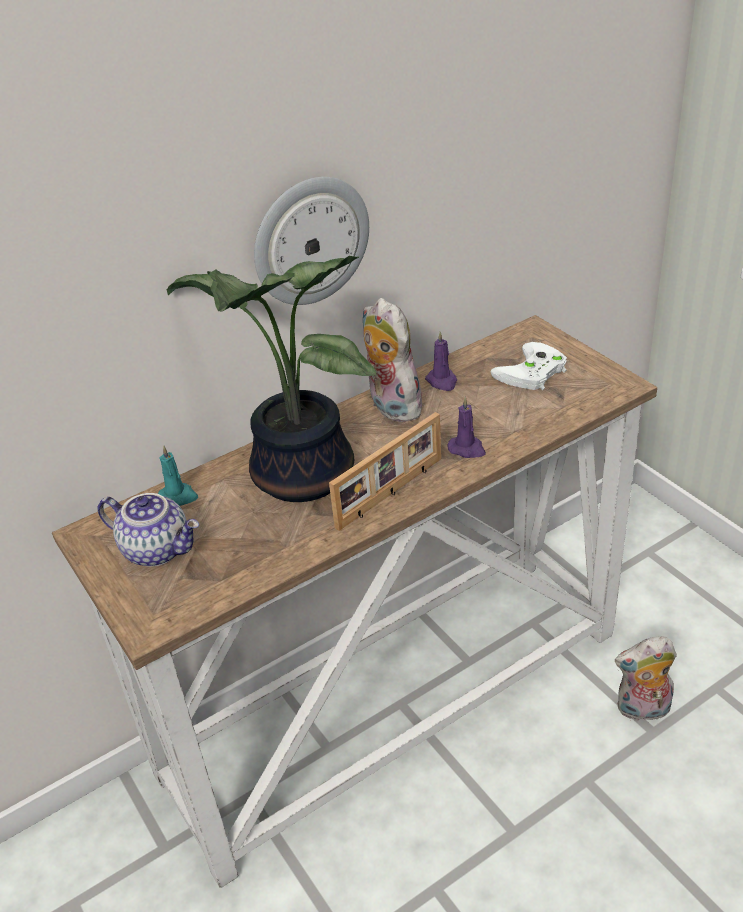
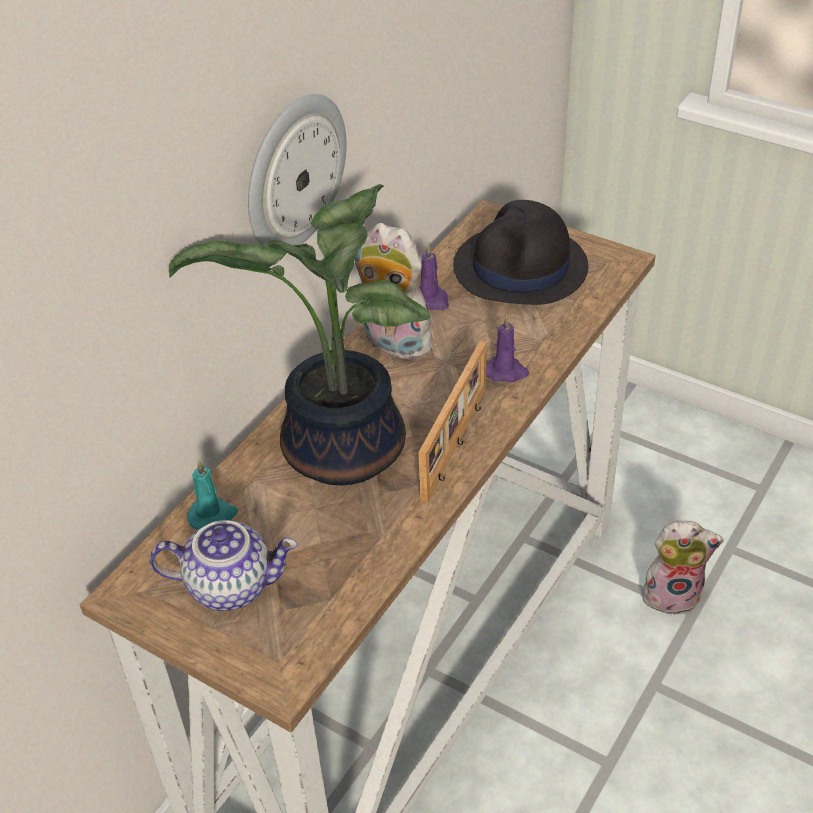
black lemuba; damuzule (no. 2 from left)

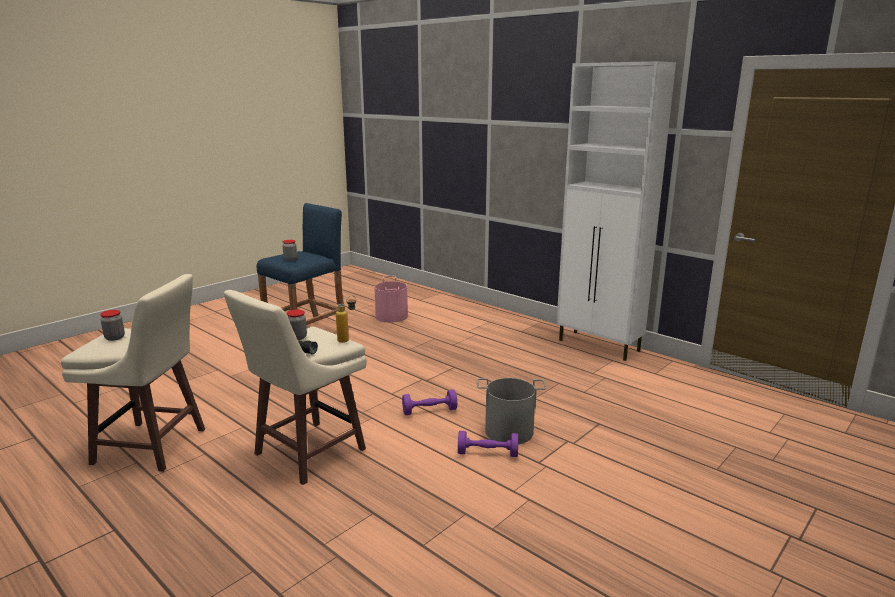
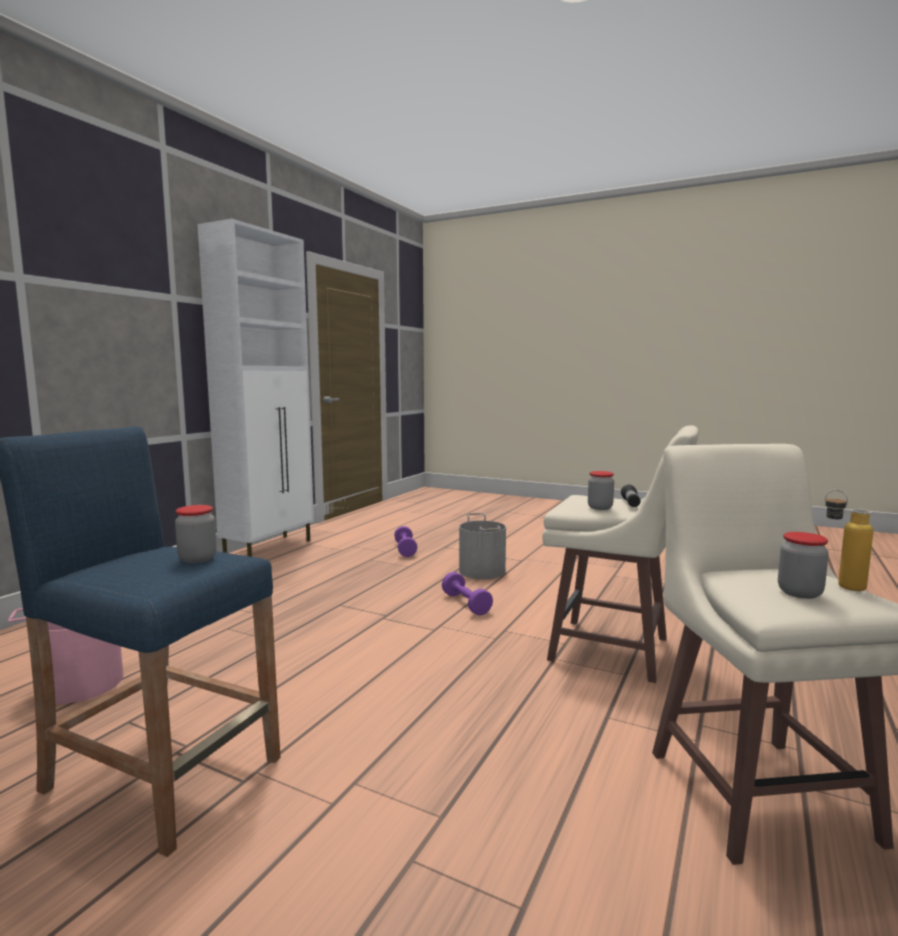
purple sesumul (no. 1 from left); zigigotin

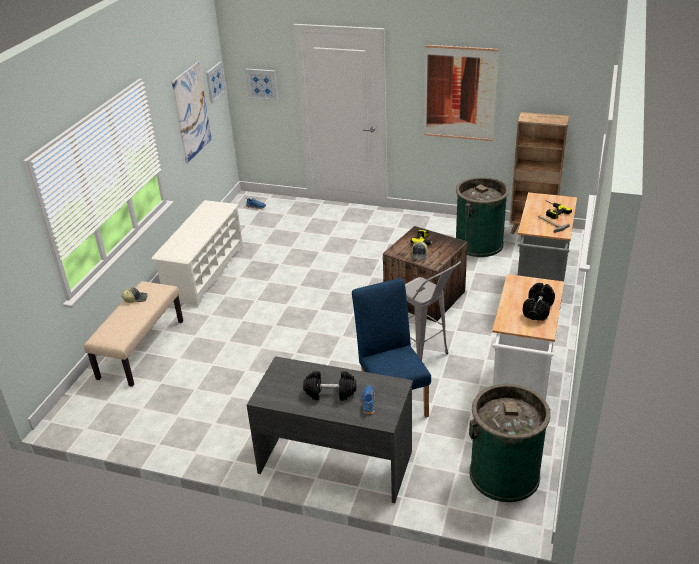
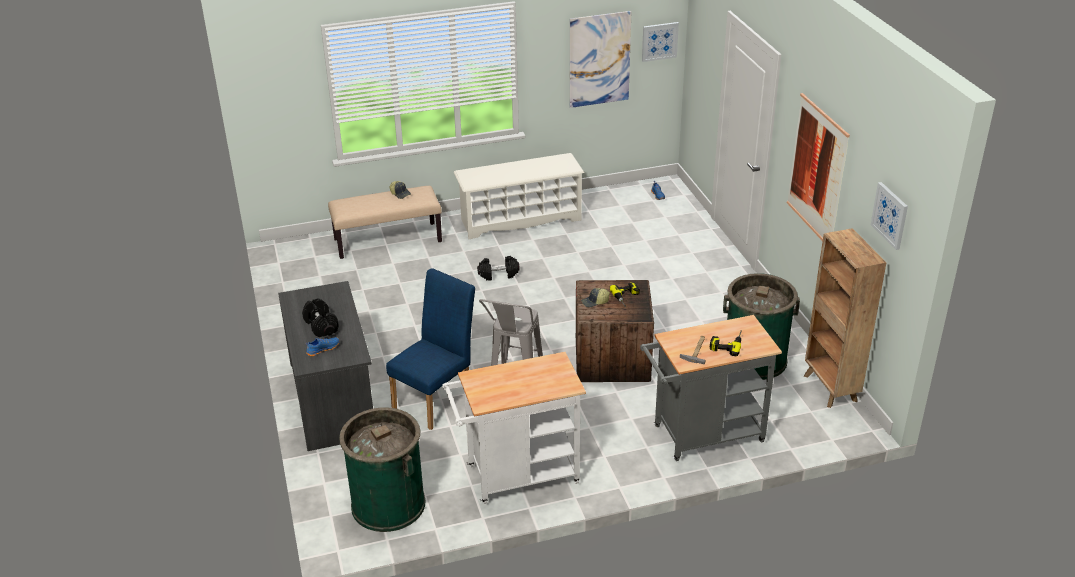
black sesumul (no. 2 from left); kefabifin (no. 4 from left)

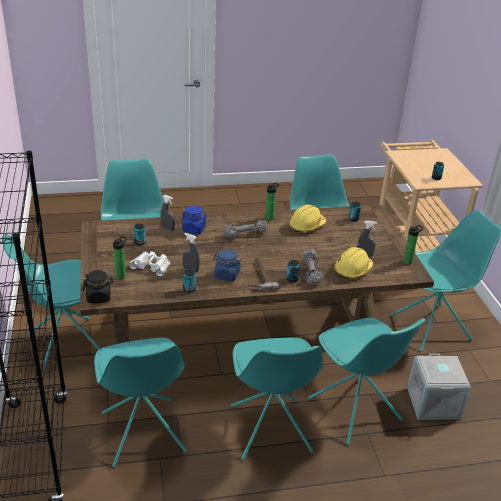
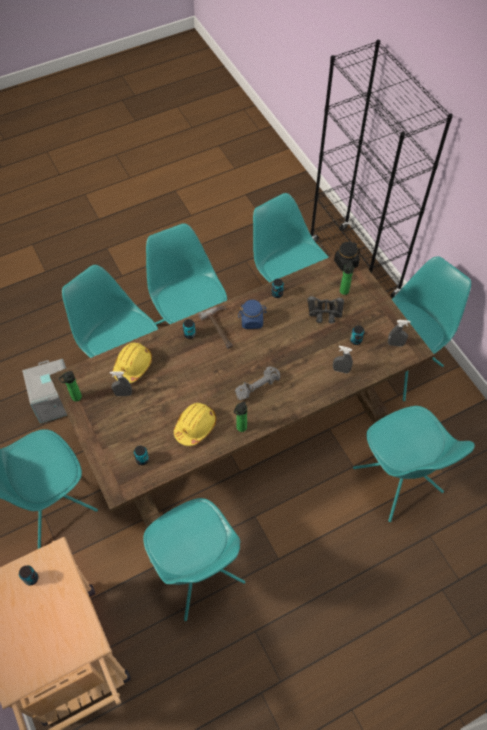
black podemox; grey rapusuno (no. 3 from left); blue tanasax (no. 1 from left in the first image); grey sesumul (no. 2 from left in the first image)

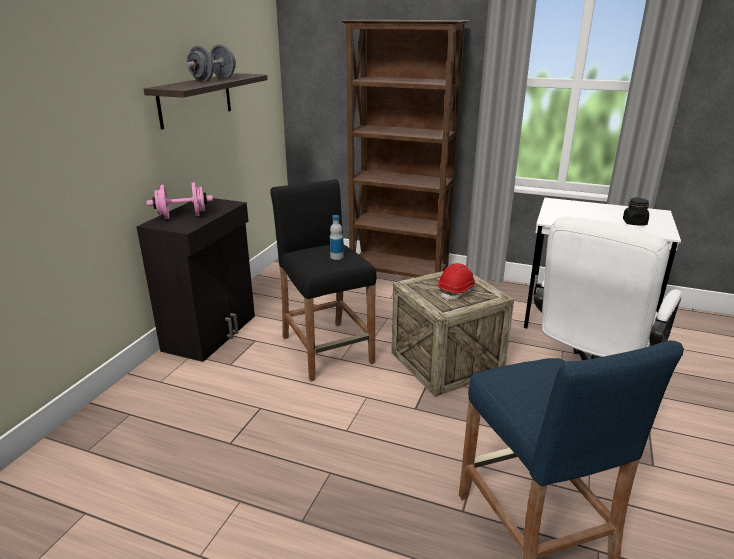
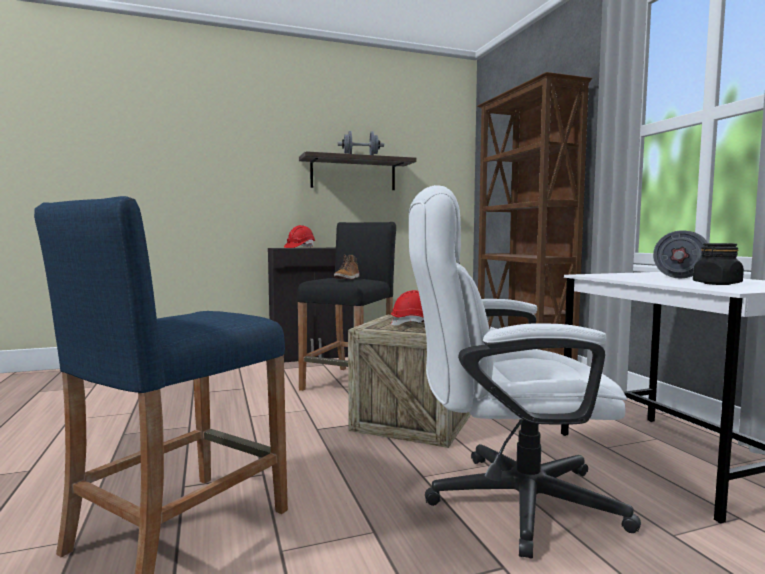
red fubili (no. 1 from left); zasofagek; grey sesumul (no. 2 from left)

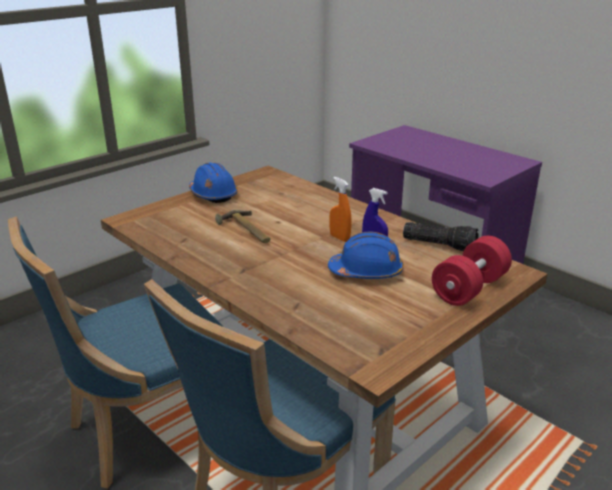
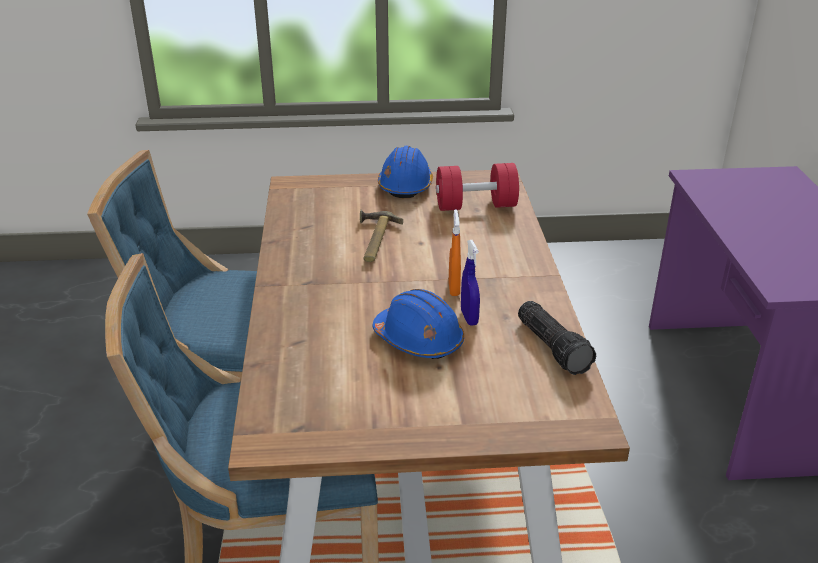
red sesumul

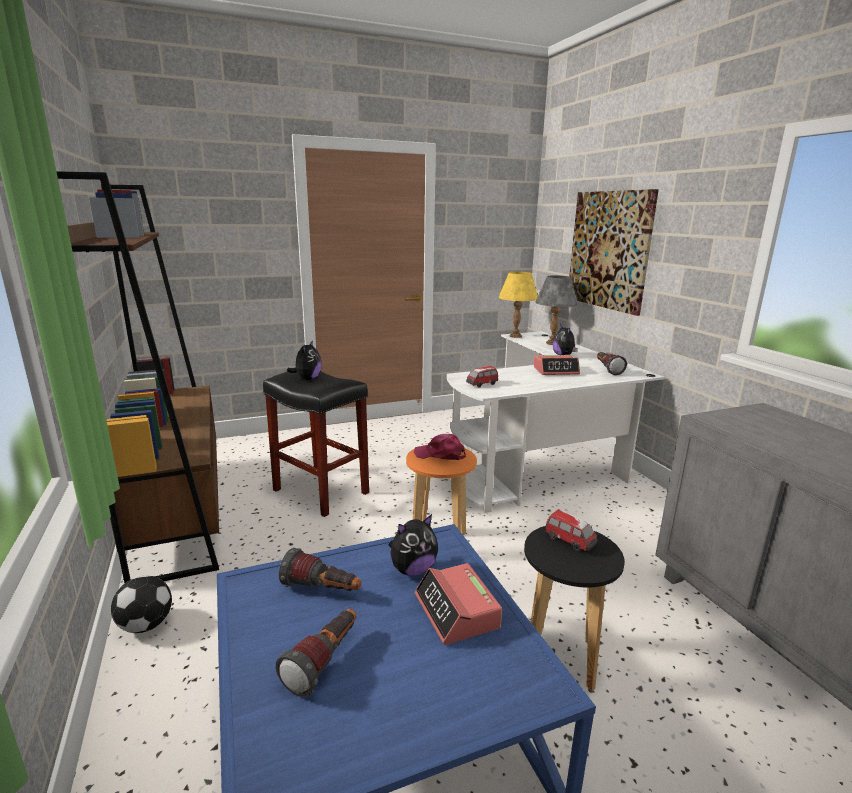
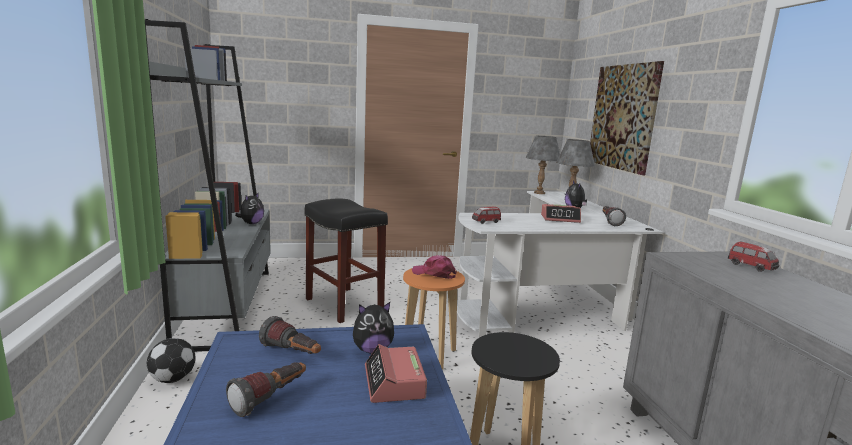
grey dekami; damuzule (no. 1 from left); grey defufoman (no. 1 from left); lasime (no. 2 from left)

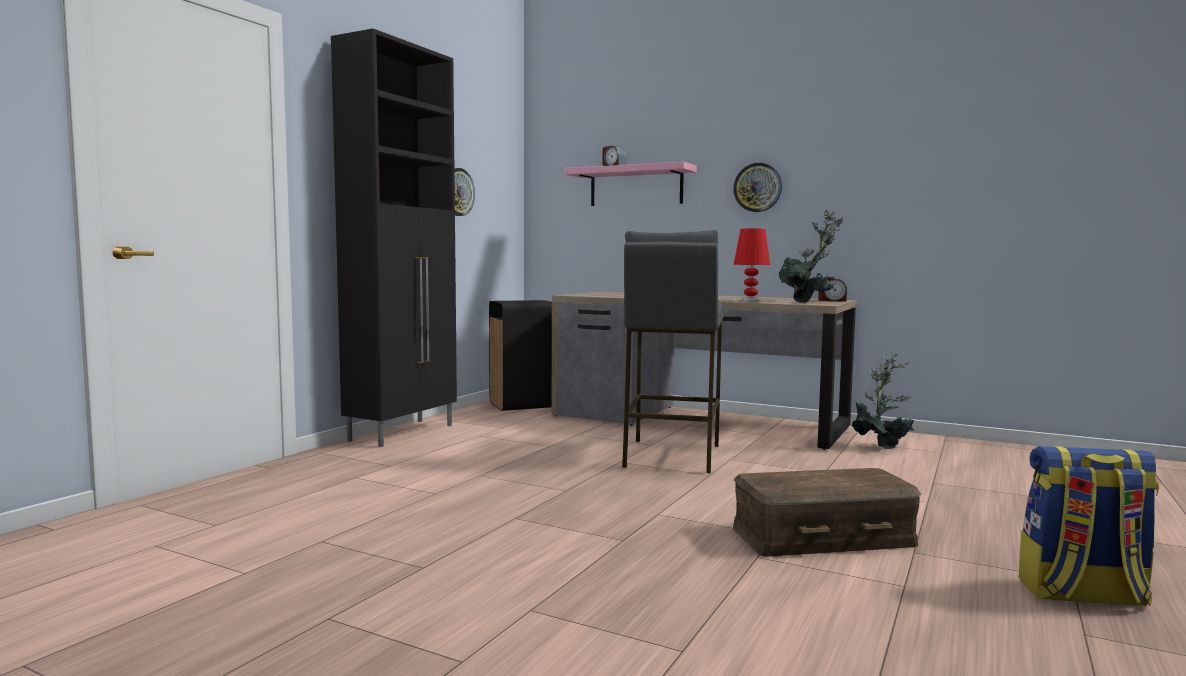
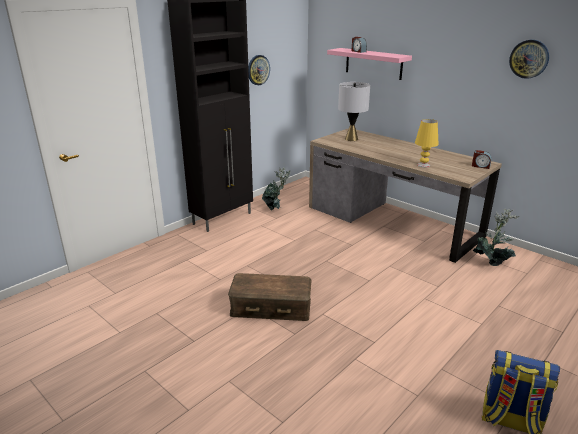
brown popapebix; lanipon (no. 1 from left); grey defufoman; yellow defufoman; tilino (no. 2 from left); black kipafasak; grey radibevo

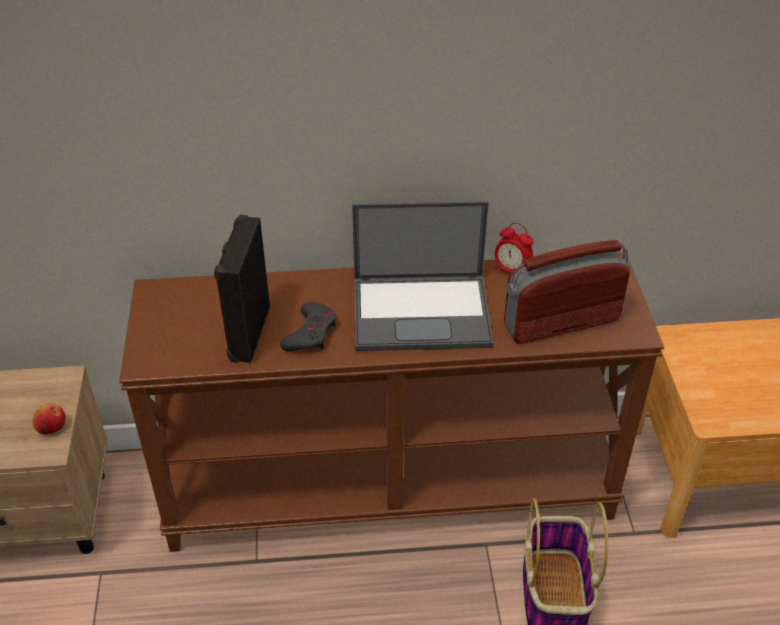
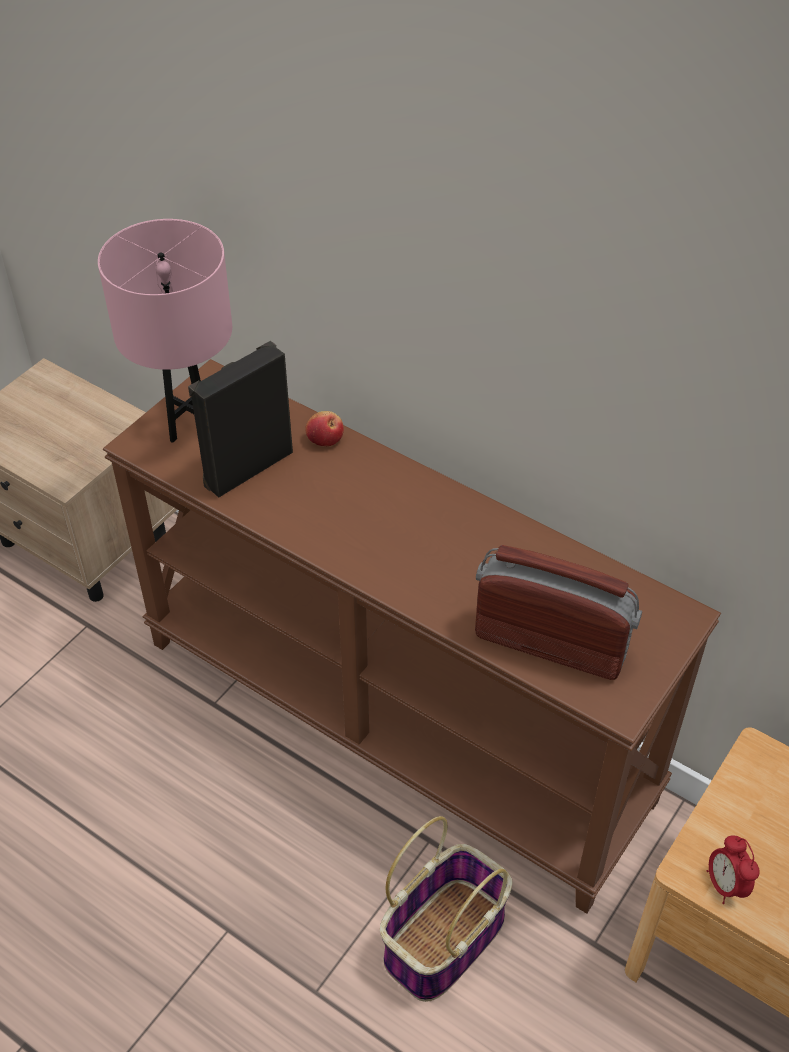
pink defufoman; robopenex; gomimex; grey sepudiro; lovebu

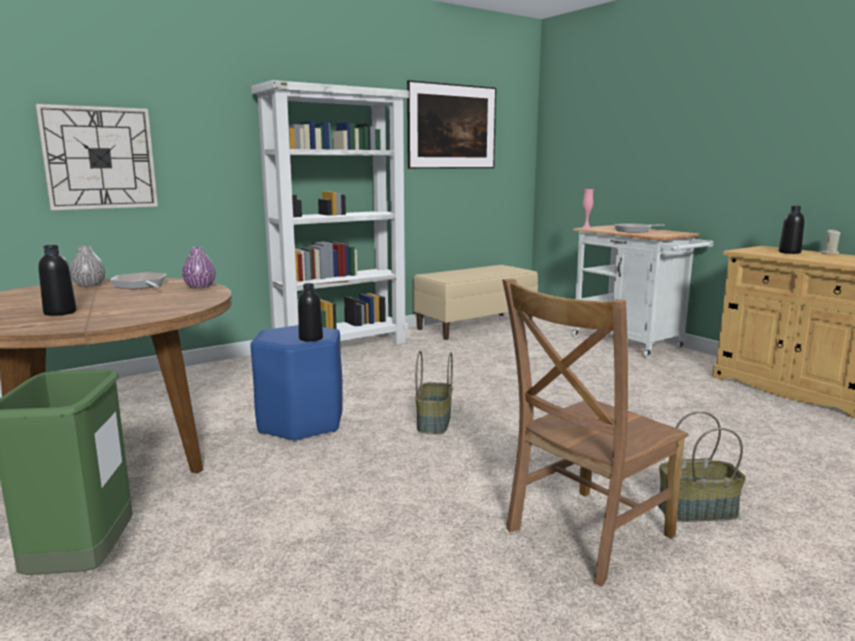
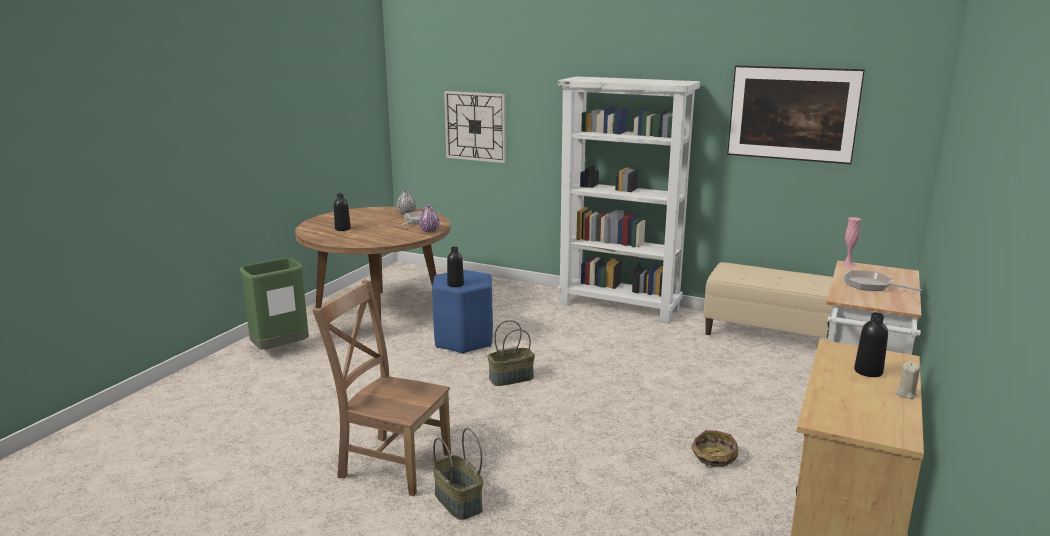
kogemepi (no. 3 from left)

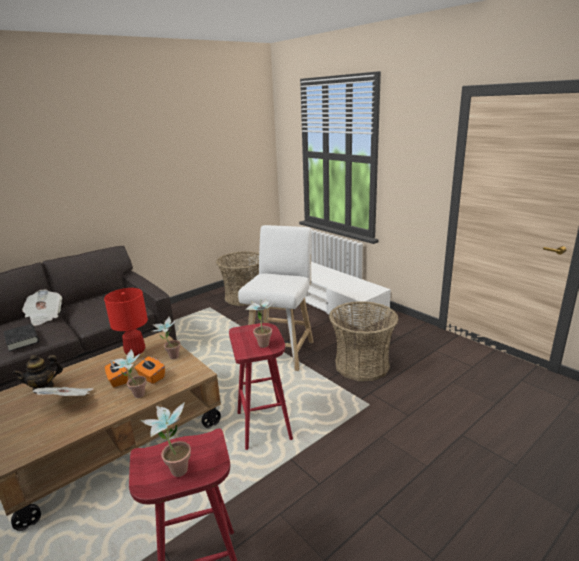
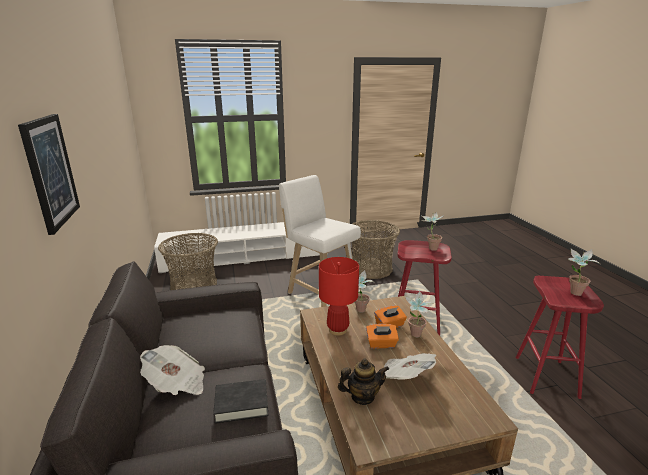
kefabifin; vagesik

